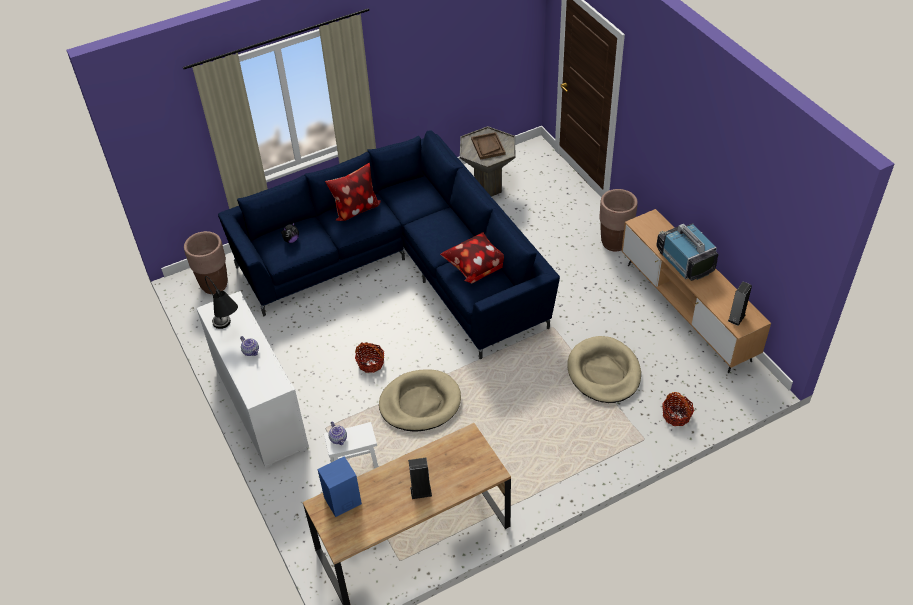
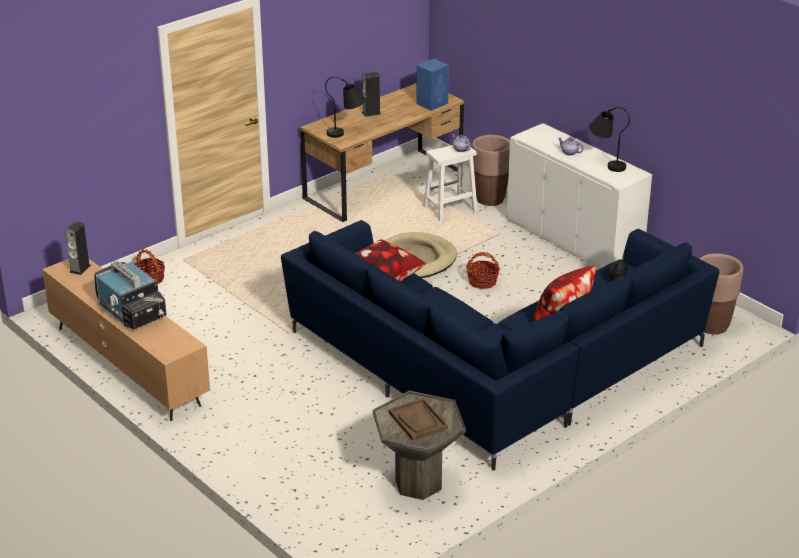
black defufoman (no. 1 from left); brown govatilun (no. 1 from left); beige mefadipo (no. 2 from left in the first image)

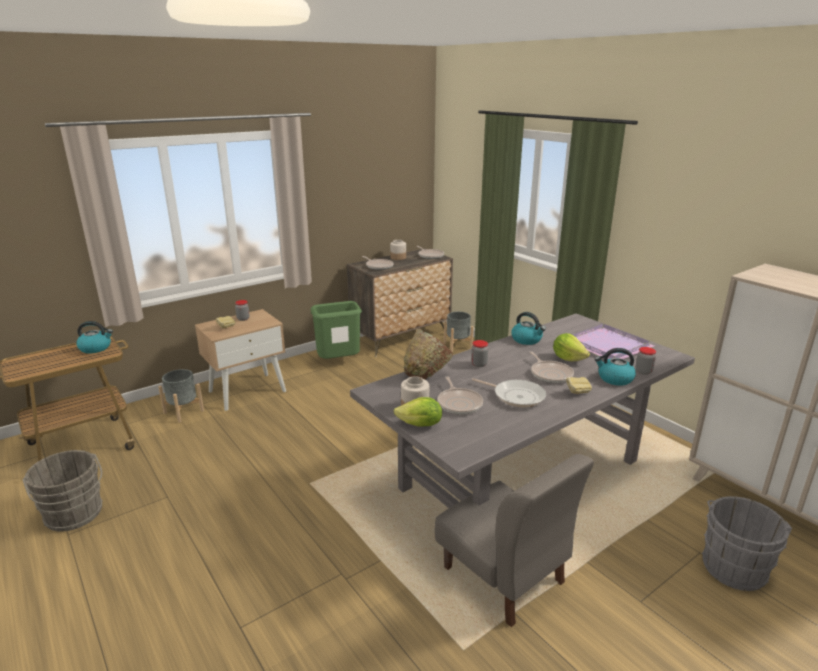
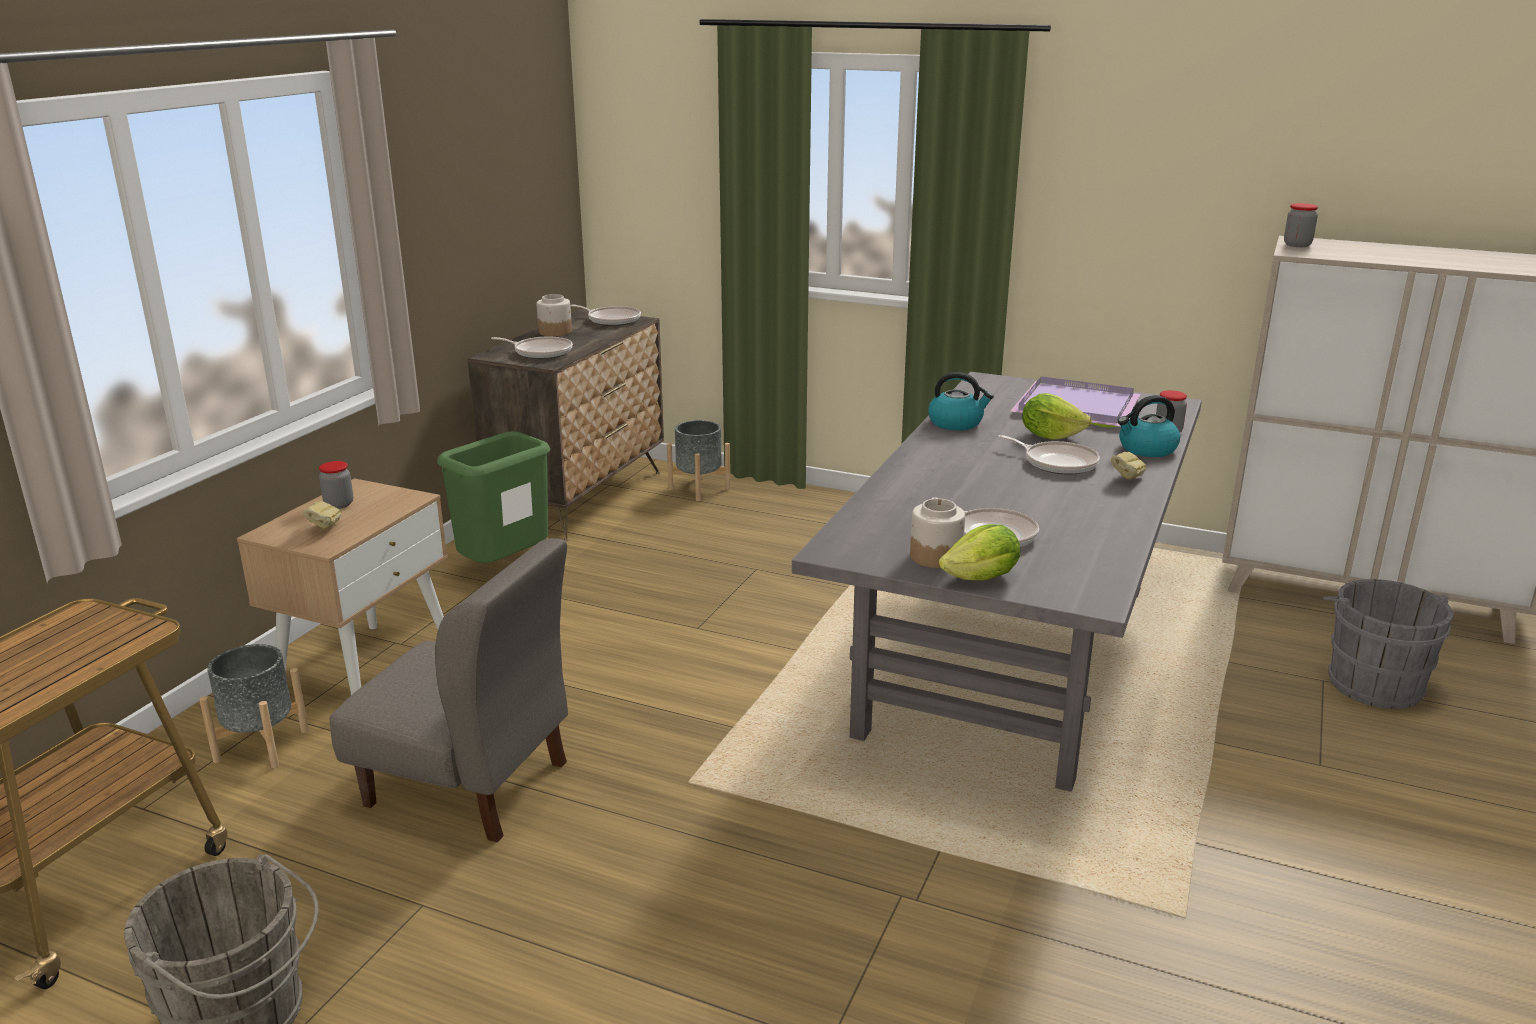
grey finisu; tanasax (no. 5 from left); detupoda (no. 1 from left in the first image); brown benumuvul; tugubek (no. 4 from left in the first image)

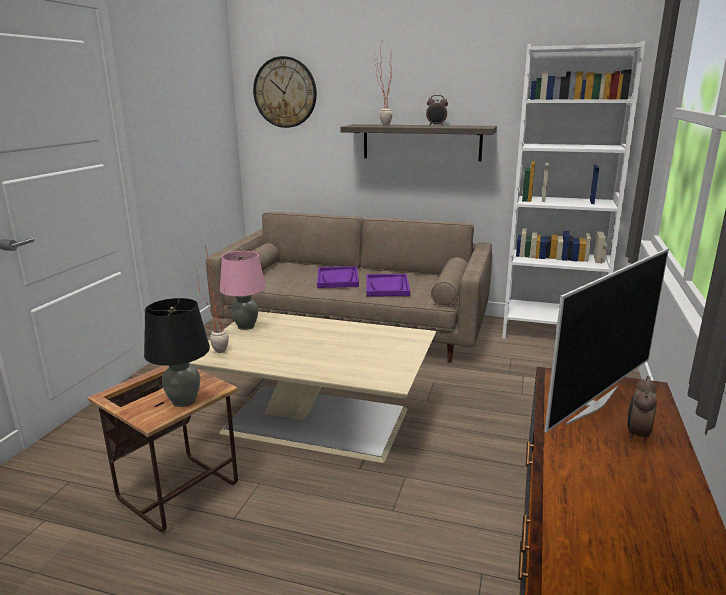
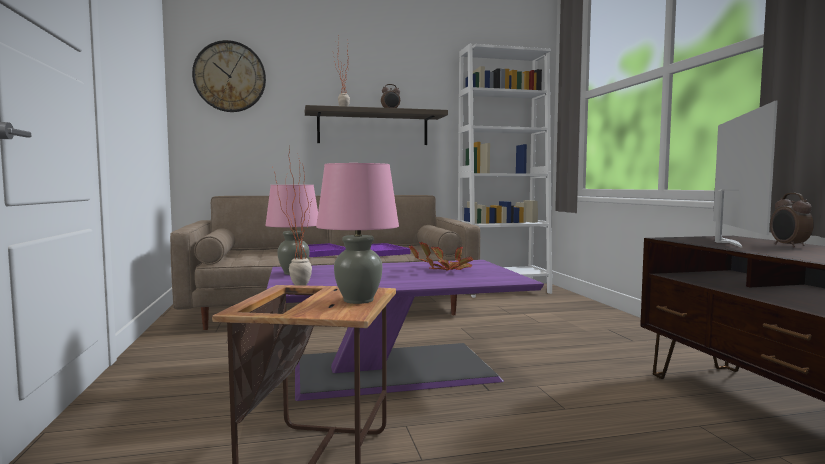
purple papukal; pink defufoman (no. 2 from left); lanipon (no. 3 from left)

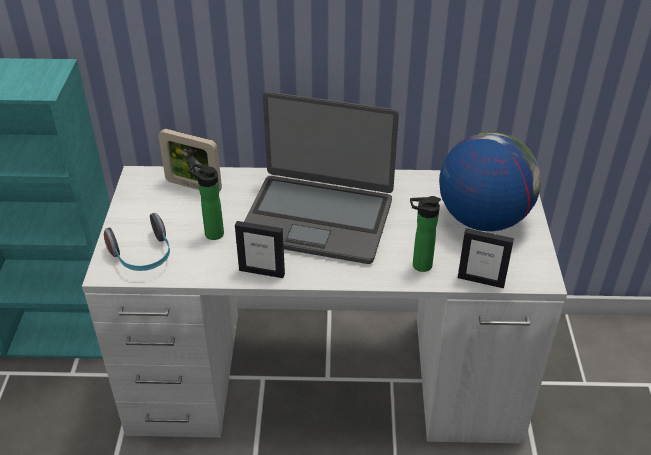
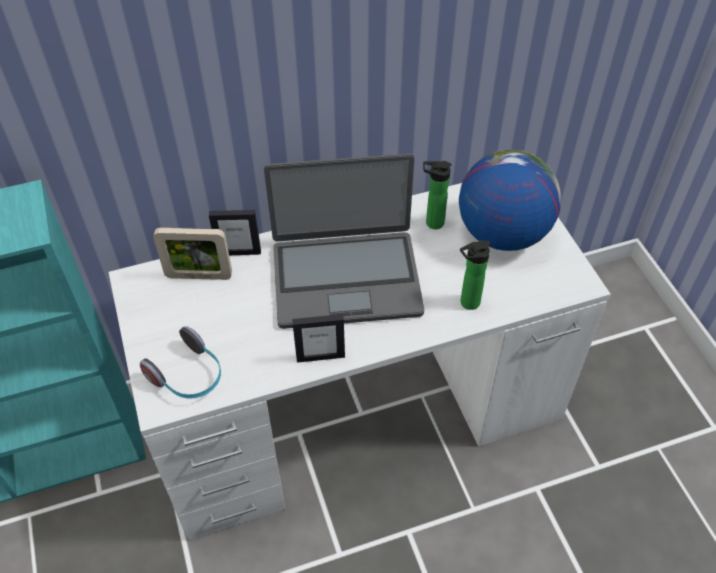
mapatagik (no. 2 from left); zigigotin (no. 1 from left)

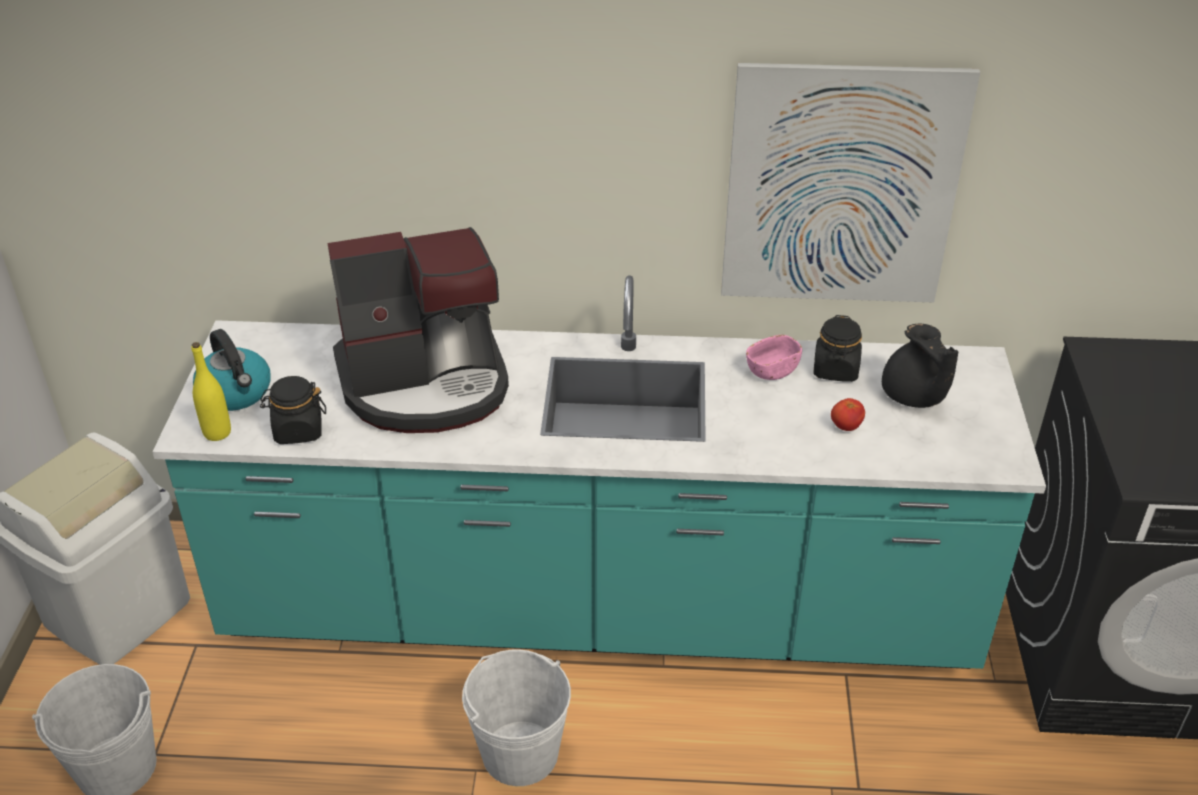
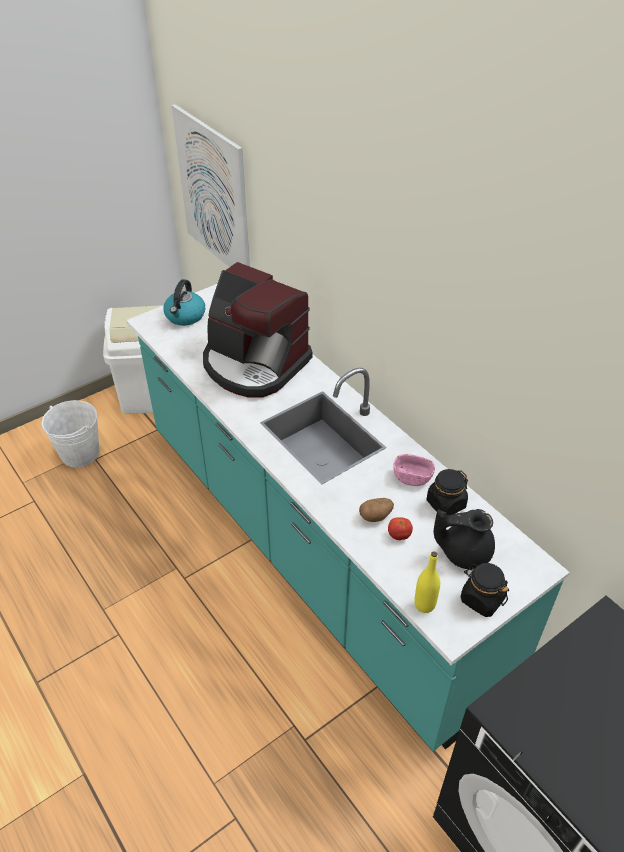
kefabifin; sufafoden; yellow zigigotin; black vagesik; black tanasax (no. 2 from left); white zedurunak (no. 2 from left in the first image)

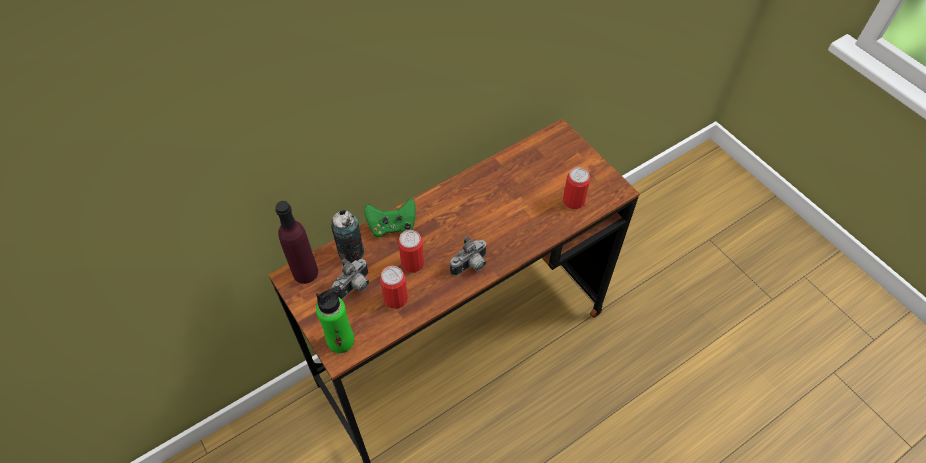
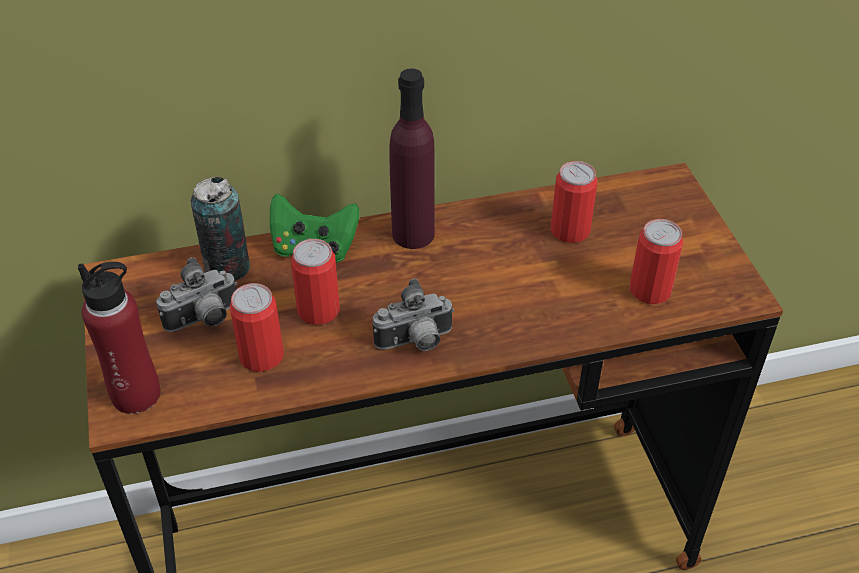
red zigigotin; purple zigigotin; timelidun (no. 4 from left)

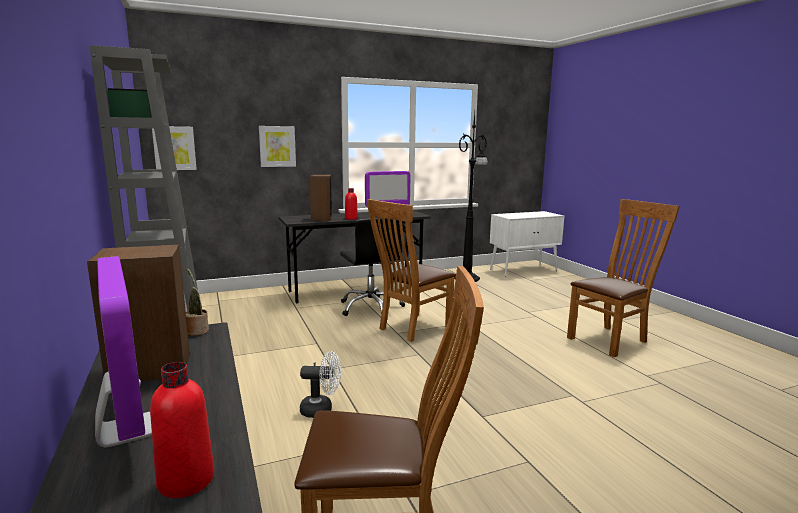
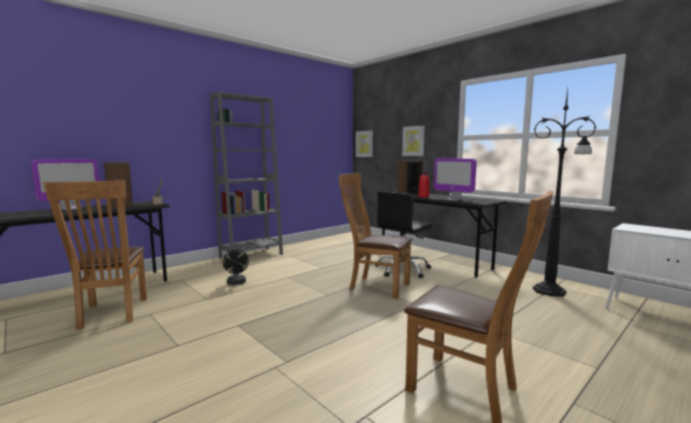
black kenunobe; red zigigotin (no. 1 from left in the first image)

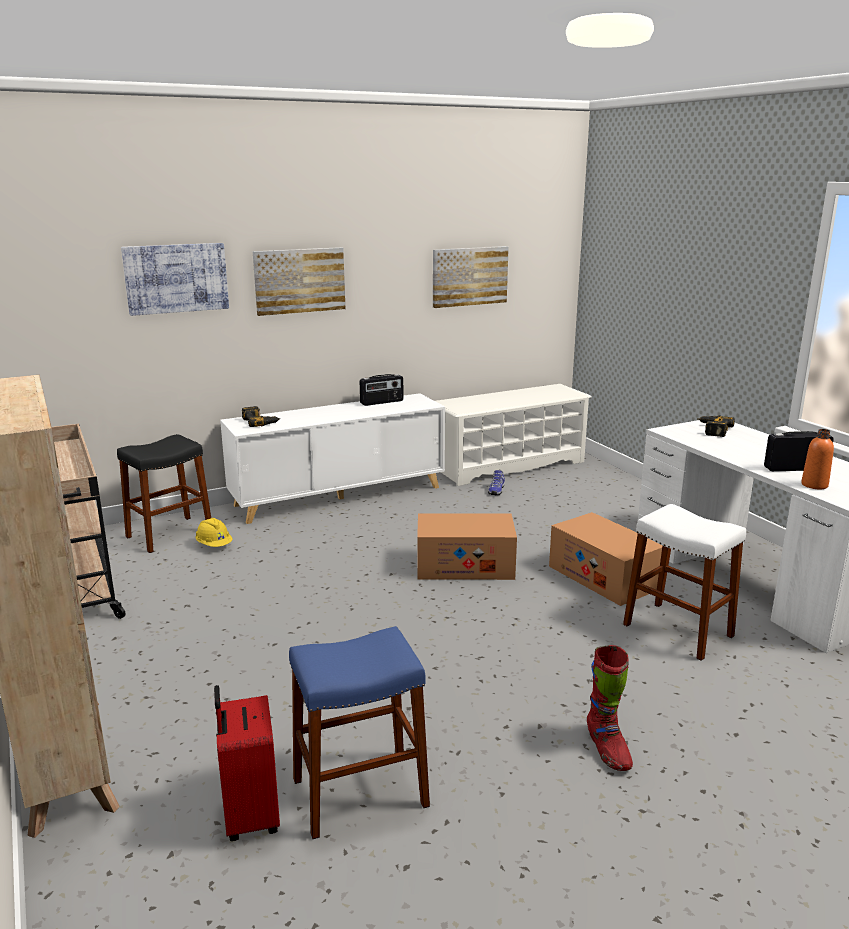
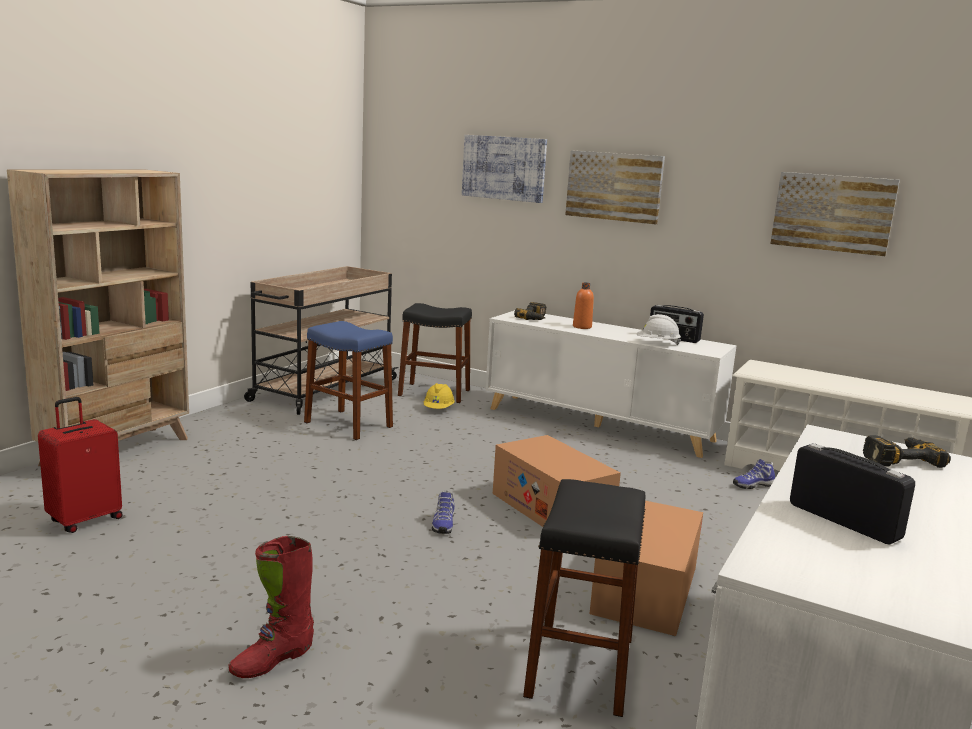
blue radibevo; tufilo (no. 1 from left); black radibevo (no. 2 from left); orange zigigotin; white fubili

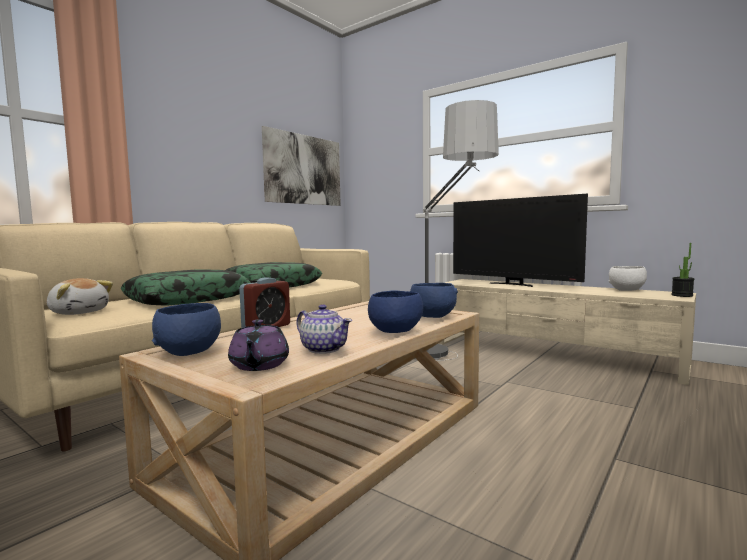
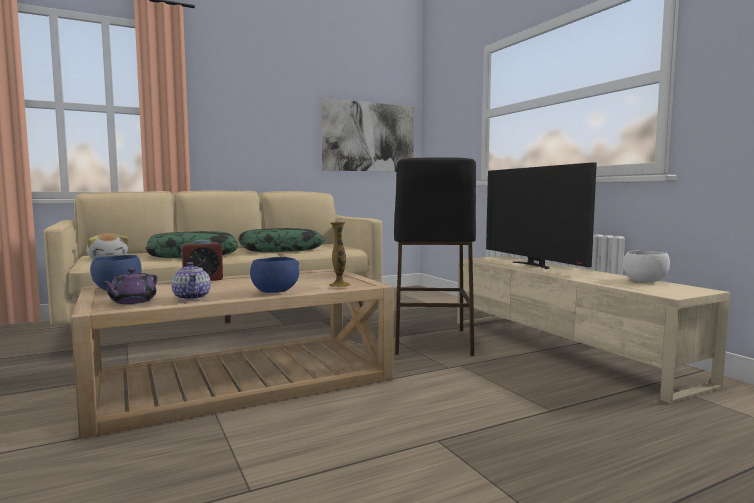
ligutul; black radibevo; lanipon

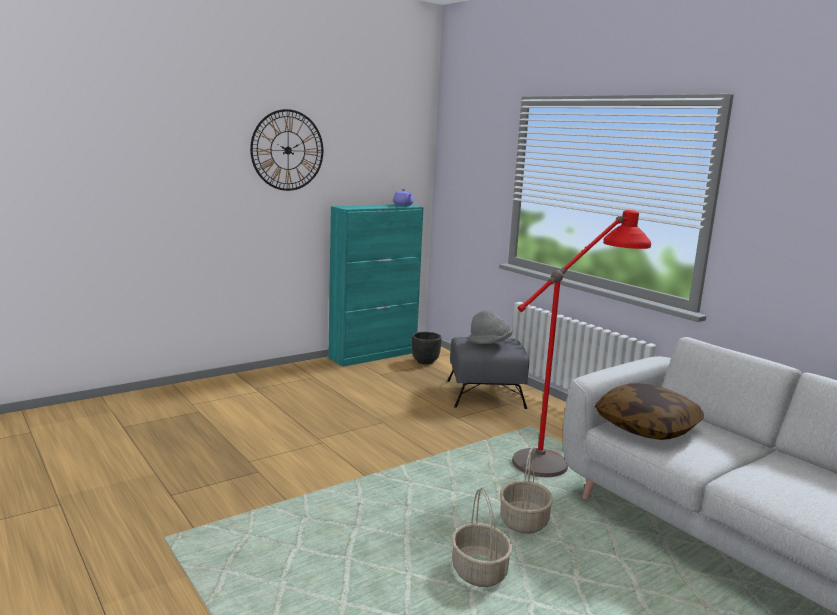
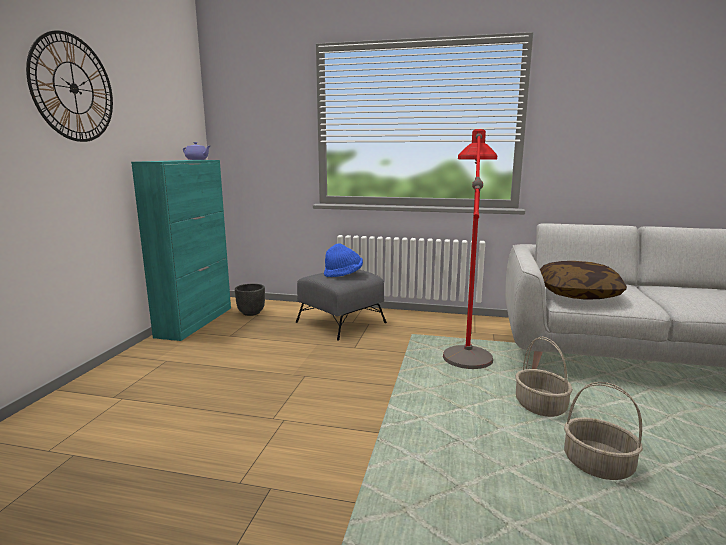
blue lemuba

